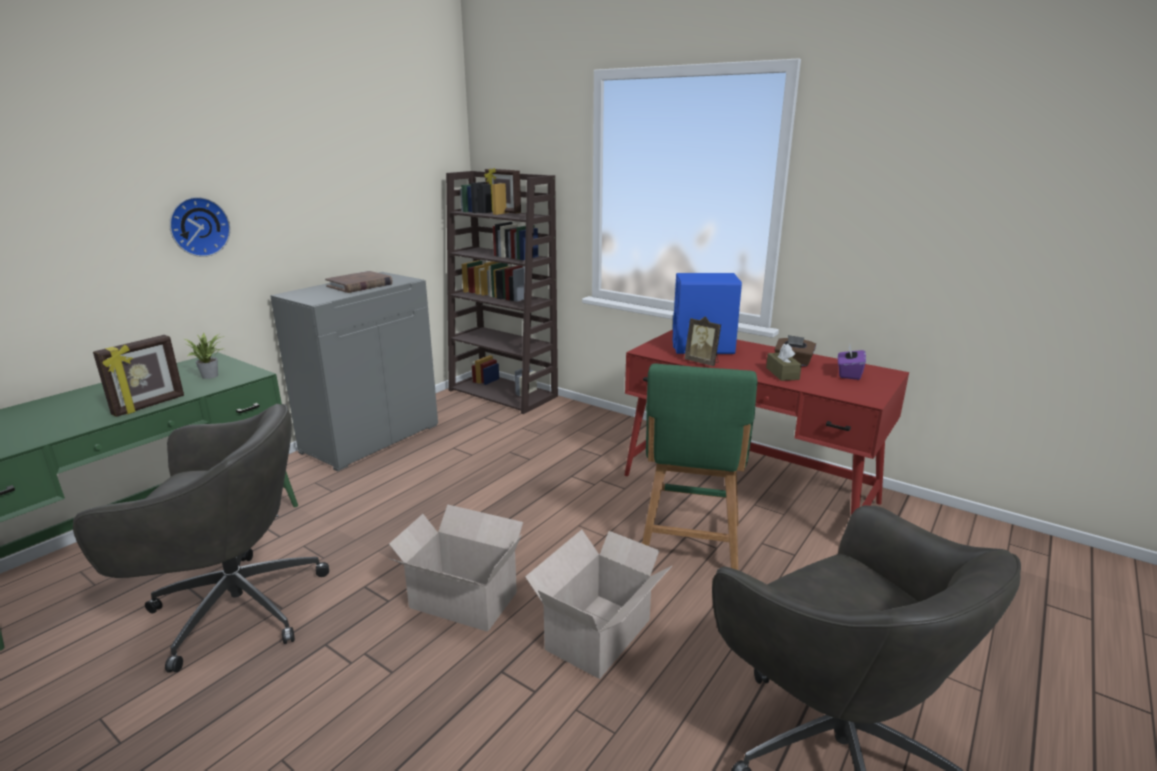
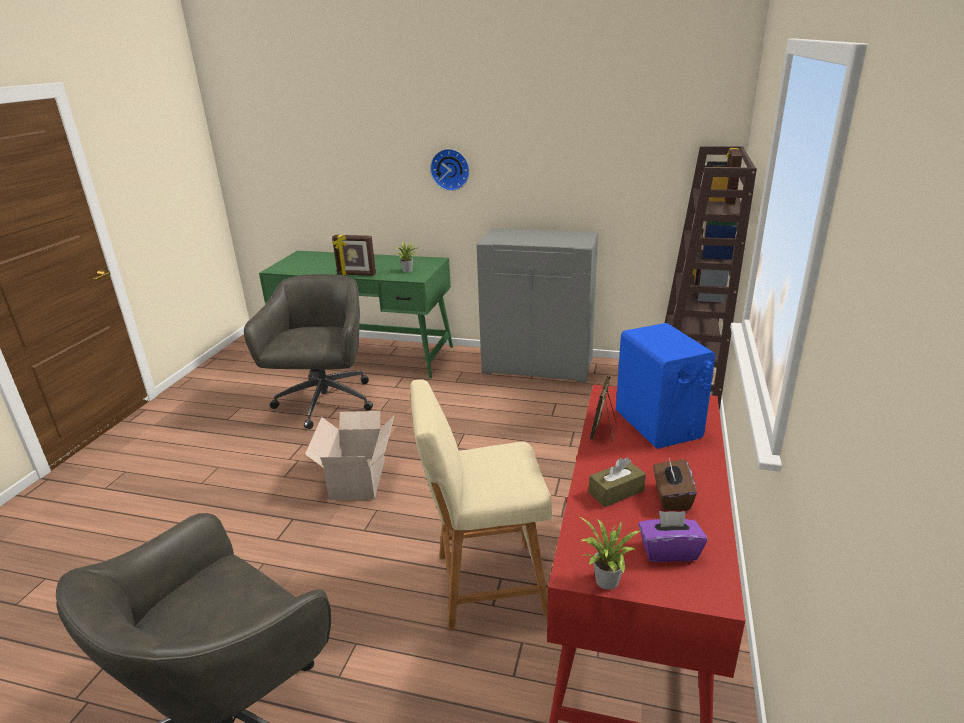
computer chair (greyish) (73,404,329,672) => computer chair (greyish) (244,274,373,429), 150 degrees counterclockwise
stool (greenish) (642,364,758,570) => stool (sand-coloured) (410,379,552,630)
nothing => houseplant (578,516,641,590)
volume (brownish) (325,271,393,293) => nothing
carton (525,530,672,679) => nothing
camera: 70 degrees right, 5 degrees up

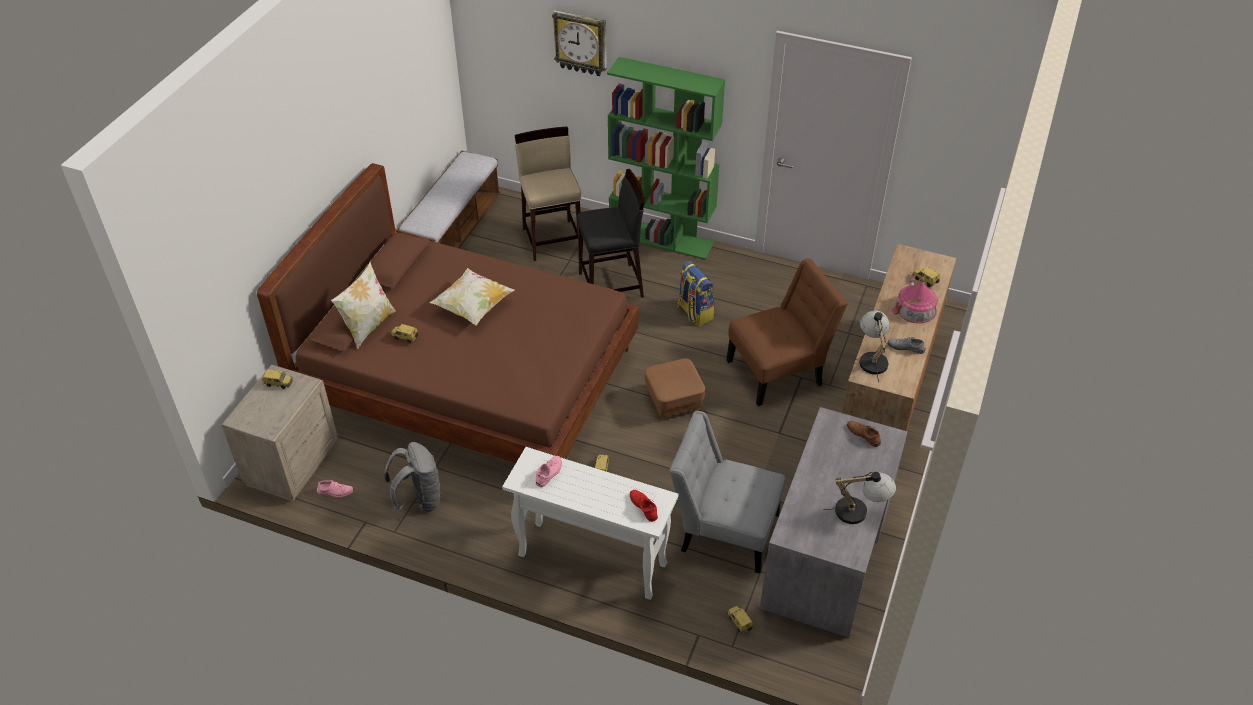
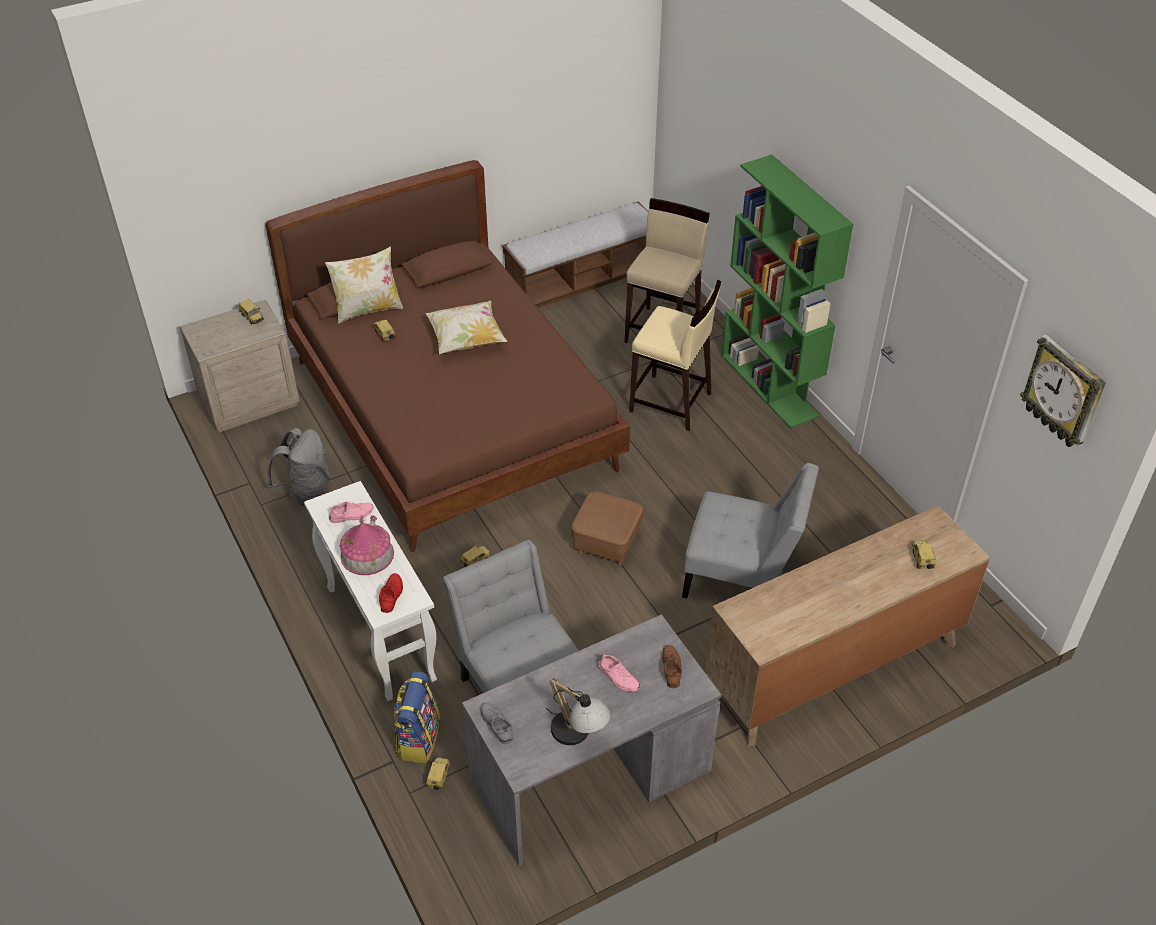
toy house (892,277,938,323) => toy house (340,515,394,575), relocated
backpack (677,261,714,326) => backpack (394,672,440,763), relocated
low shoe (greyish) (887,337,925,354) => low shoe (greyish) (480,703,513,744), relocated
low shoe (pink-coloured) (317,480,354,498) => low shoe (pink-coloured) (598,654,640,692), relocated
stool (black-coloured) (577,169,645,298) => stool (sand-coloured) (629,280,721,431)
upright chair (brownish) (726,259,848,406) => upright chair (greyish) (682,463,819,598)
clock on the wall (552,10,607,76) => clock on the wall (1020,334,1106,447), relocated
tabletop lamp (860,311,890,382) => nothing
camera: 40 degrees right, 0 degrees up

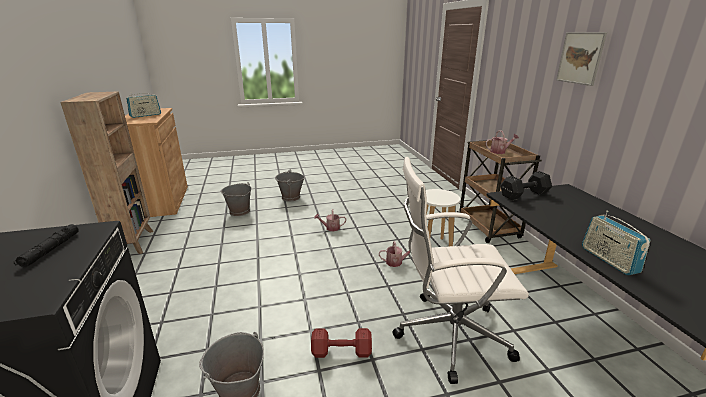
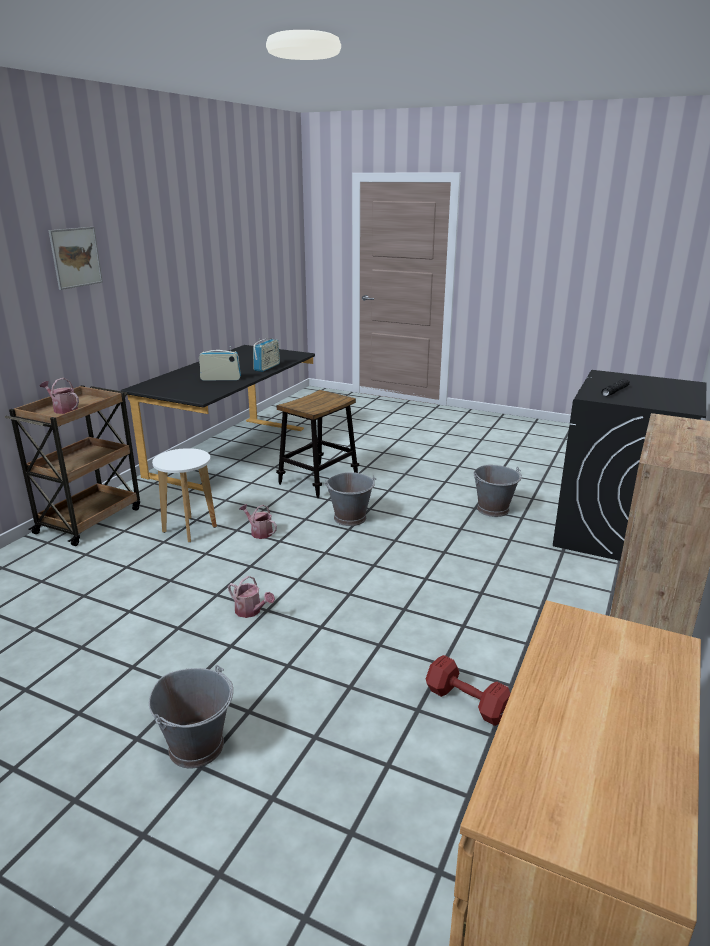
radio set (126,92,161,118) => radio set (199,346,241,381), relocated
computer chair (white-coloured) (392,157,529,384) => stool (276,390,359,498)
water bucket (greyish) (220,182,252,216) => water bucket (greyish) (324,472,376,526), relocated
dumbbell (red-coloured) (311,328,372,358) => dumbbell (red-coloured) (426,655,511,726), relocated
dumbbell (black-coloured) (501,171,552,200) => nothing
camera: 140 degrees left, 0 degrees up

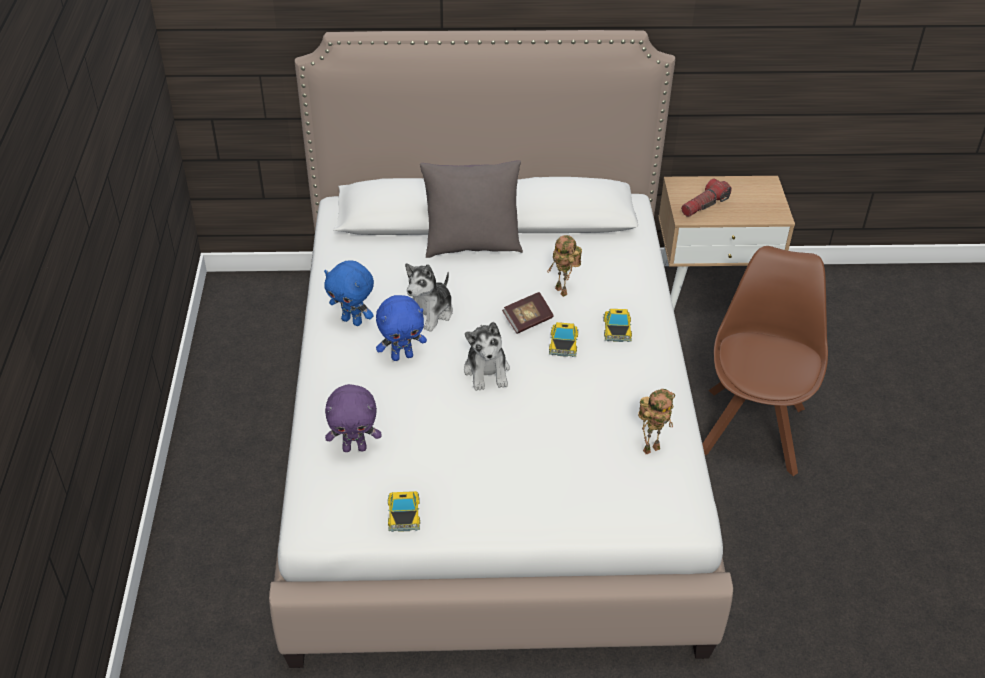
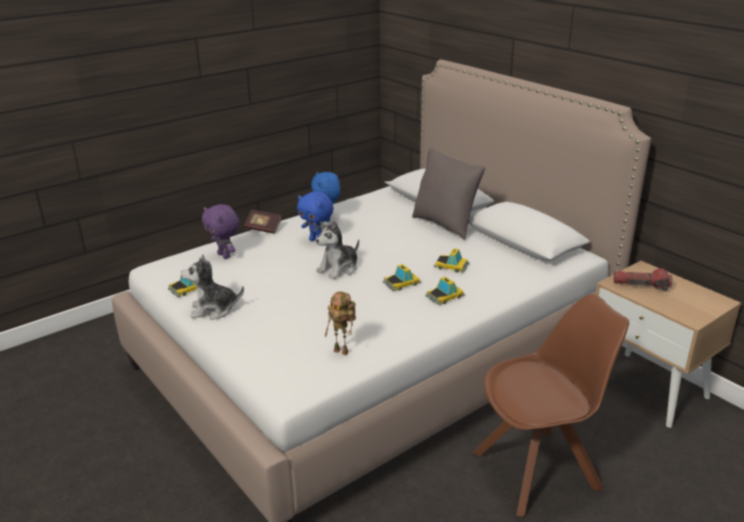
plush toy (405,263,453,332) => plush toy (181,255,244,320), relocated
volume (502,292,554,334) => volume (244,210,281,234), relocated
model robot (548,235,582,297) => model car (434,248,469,272)
camera: 55 degrees right, 15 degrees down

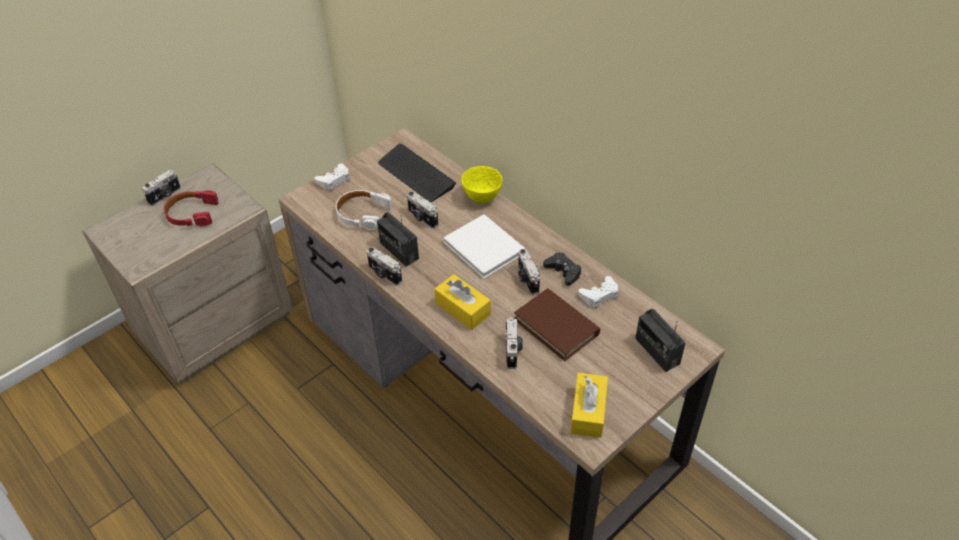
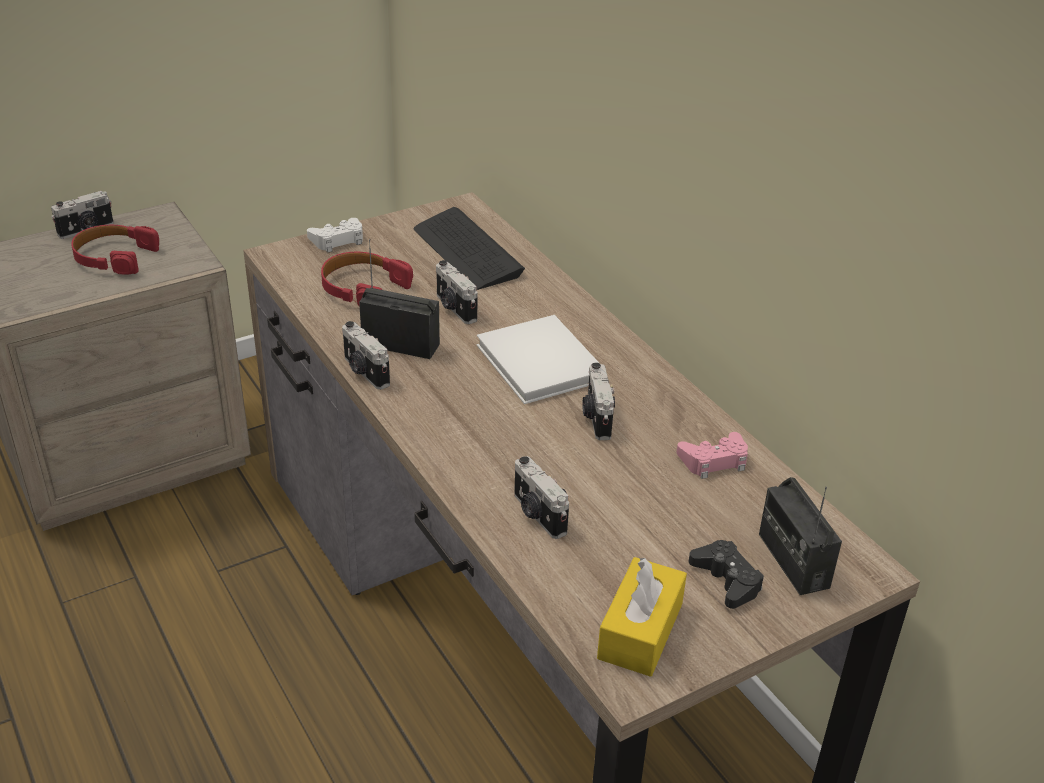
pair of headphones (white-coloured) (336,190,392,231) => pair of headphones (red-coloured) (321,252,413,307)
radio set (377,212,419,266) => radio set (359,239,440,359), 135 degrees clockwise
photo camera (504,317,522,369) => photo camera (514,456,569,539), 135 degrees clockwise
gamepad (white-coloured) (578,276,619,309) => gamepad (pink-coloured) (676,432,748,479)
gamepad (black-coloured) (543,252,581,286) => gamepad (black-coloured) (688,540,764,609), relocated
tissue box (yellow-coloured) (435,274,491,330) => nothing
deep dish (yellow-coloured) (461,166,503,203) => nothing
volume (brownish) (514,288,600,361) => nothing
camera: 10 degrees right, 10 degrees down

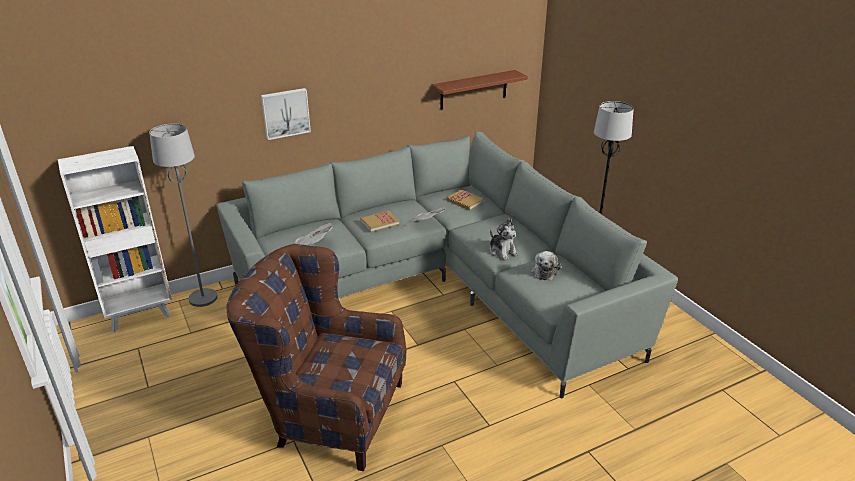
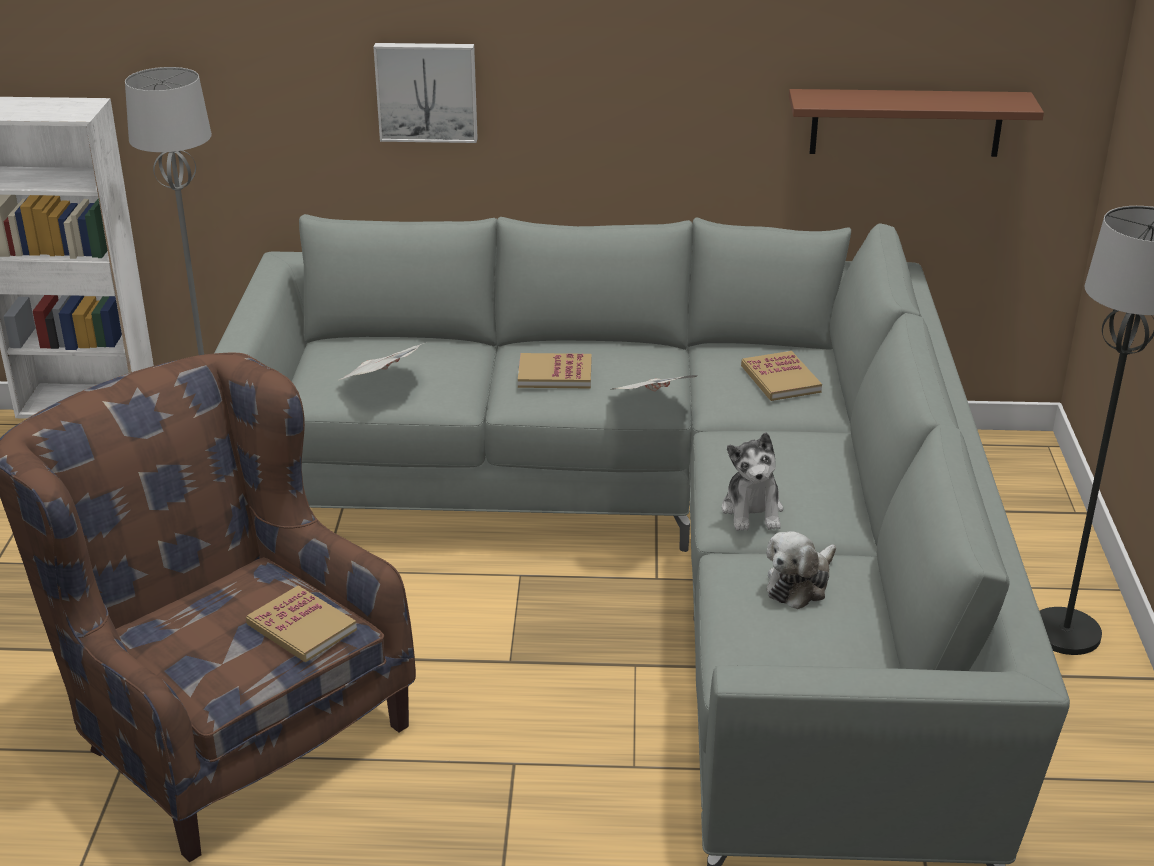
nothing => volume (246,585,357,662)
camera: 30 degrees right, 0 degrees up

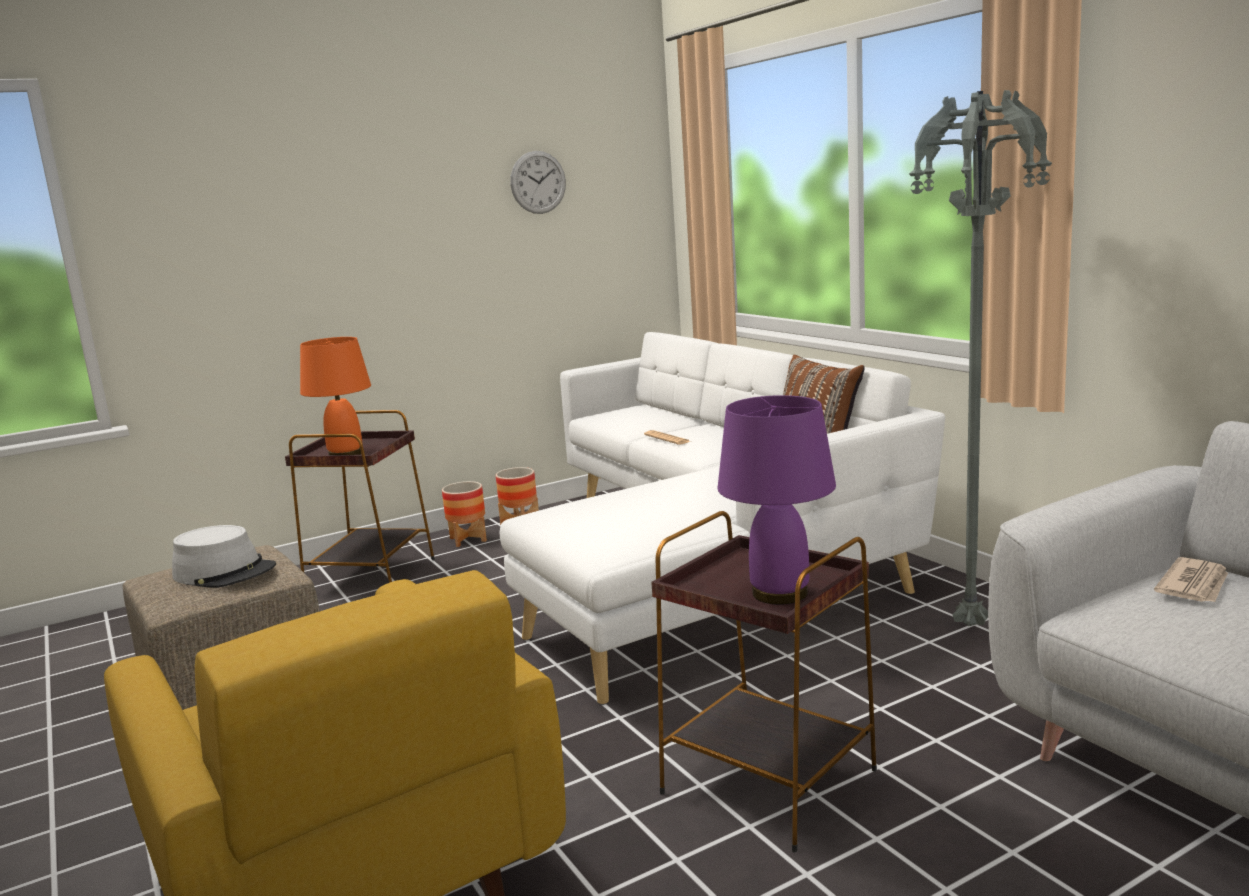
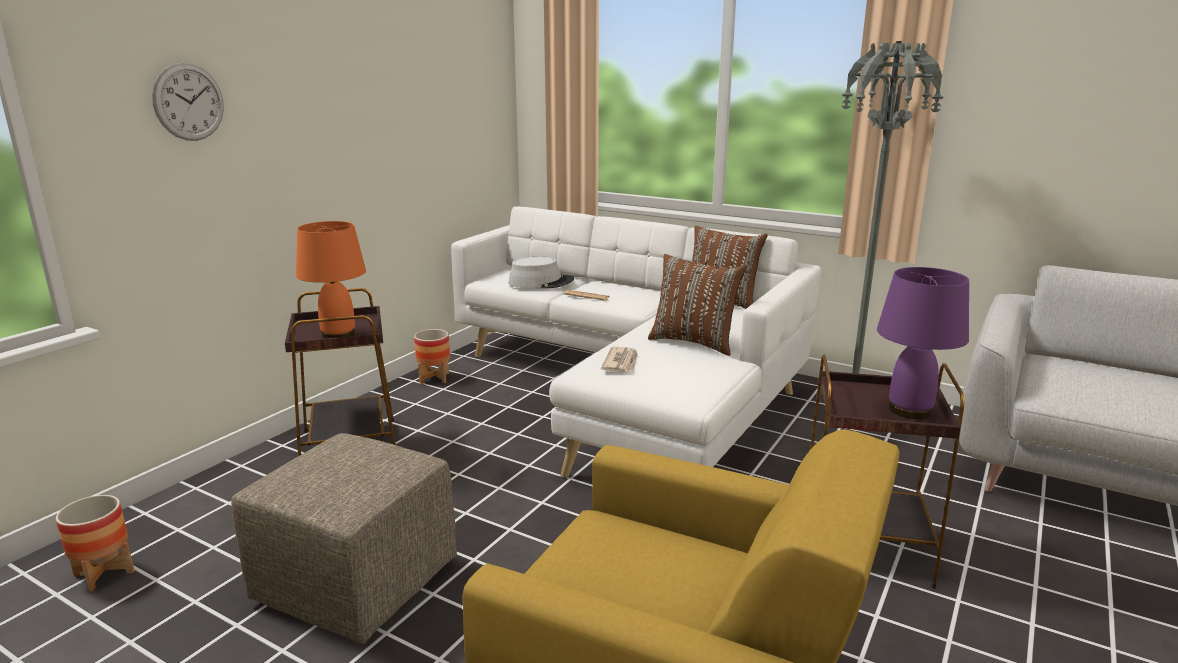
planter (442,481,487,547) => planter (56,495,135,592), relocated
clock on the wall (510,151,566,214) => clock on the wall (152,63,224,141), relocated
hat (greyish) (172,525,276,588) => hat (greyish) (509,257,574,288), relocated
newspaper (1154,557,1228,602) => newspaper (601,347,638,372), relocated
nothing => cushion (brownish) (648,254,747,356)
camera: 30 degrees left, 5 degrees up

